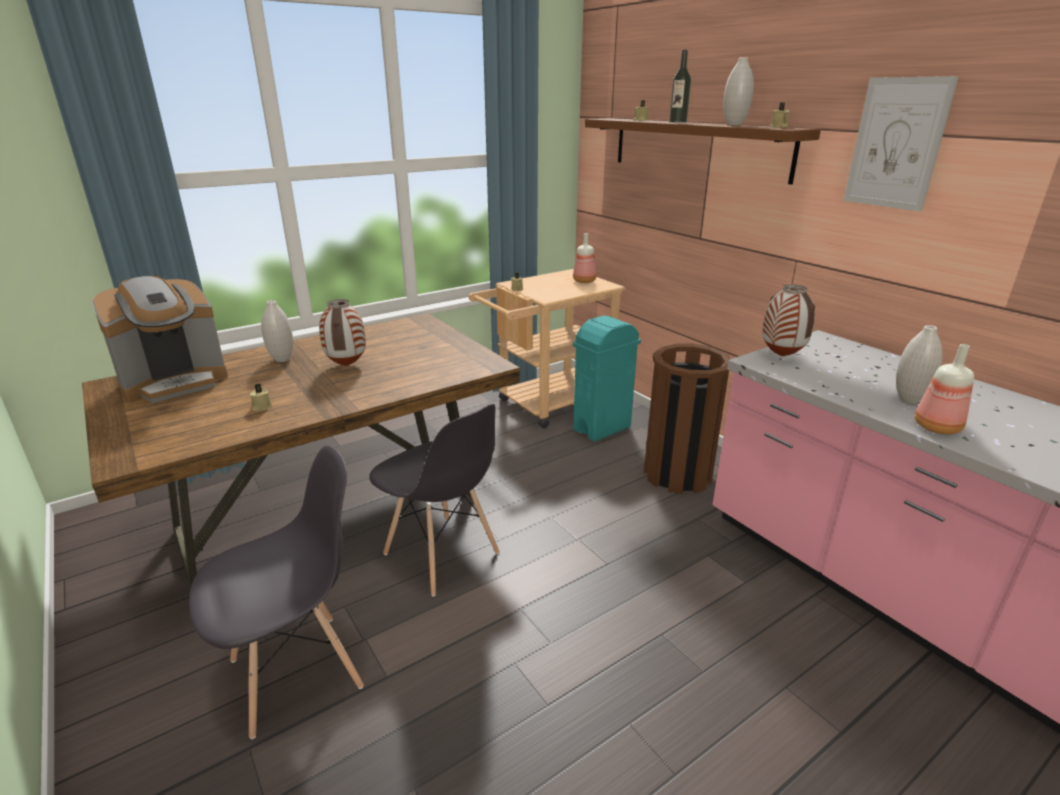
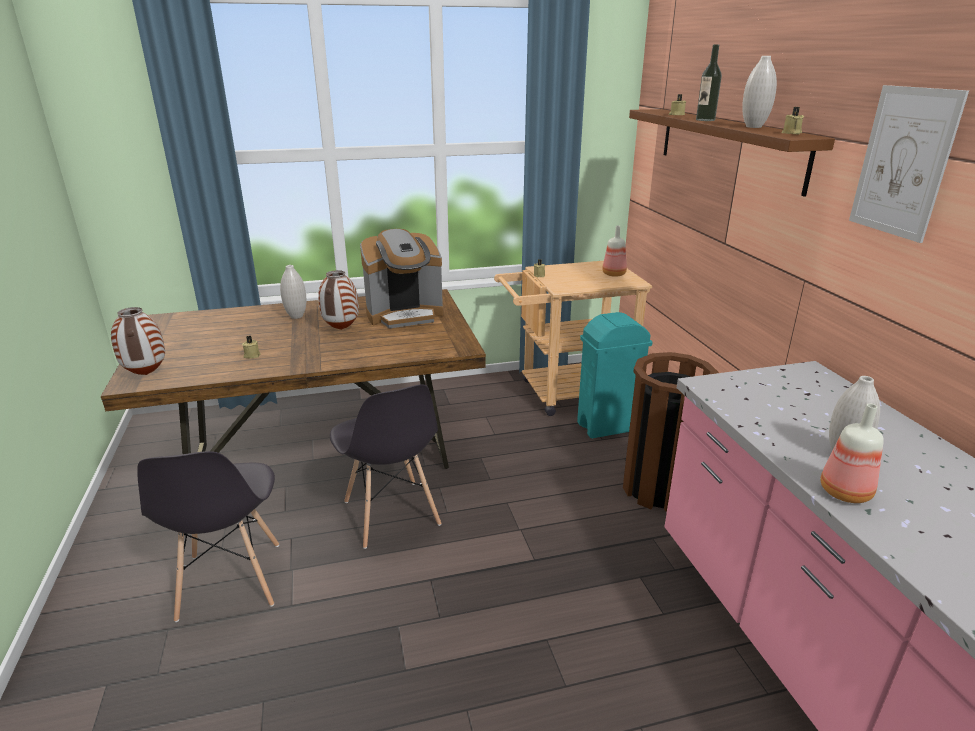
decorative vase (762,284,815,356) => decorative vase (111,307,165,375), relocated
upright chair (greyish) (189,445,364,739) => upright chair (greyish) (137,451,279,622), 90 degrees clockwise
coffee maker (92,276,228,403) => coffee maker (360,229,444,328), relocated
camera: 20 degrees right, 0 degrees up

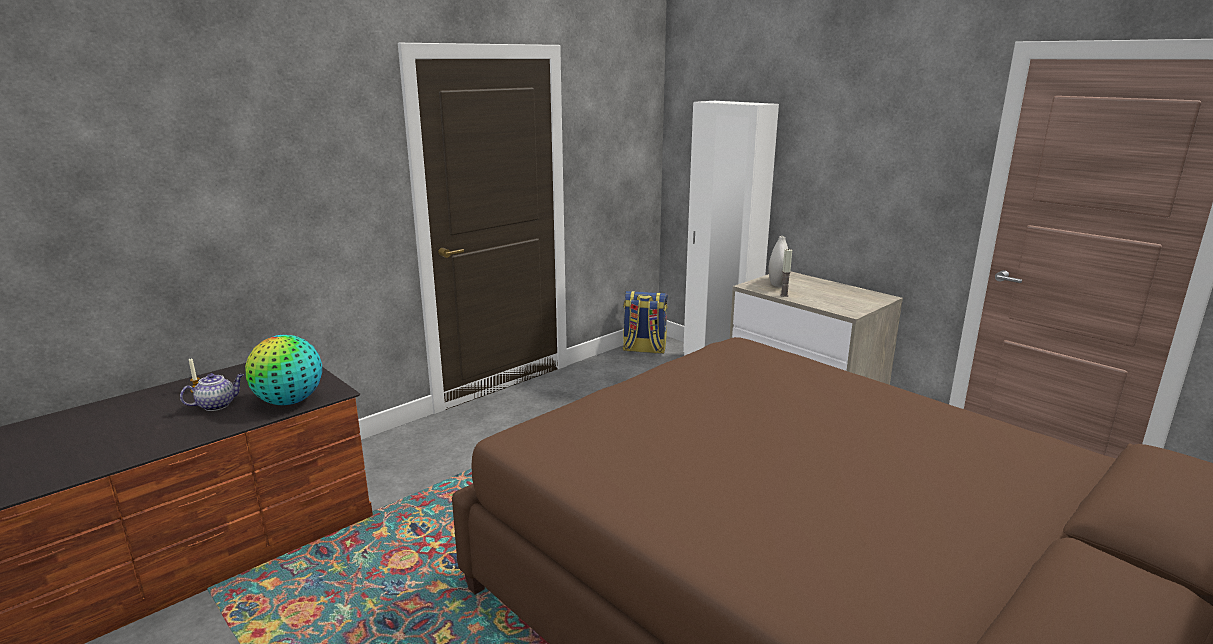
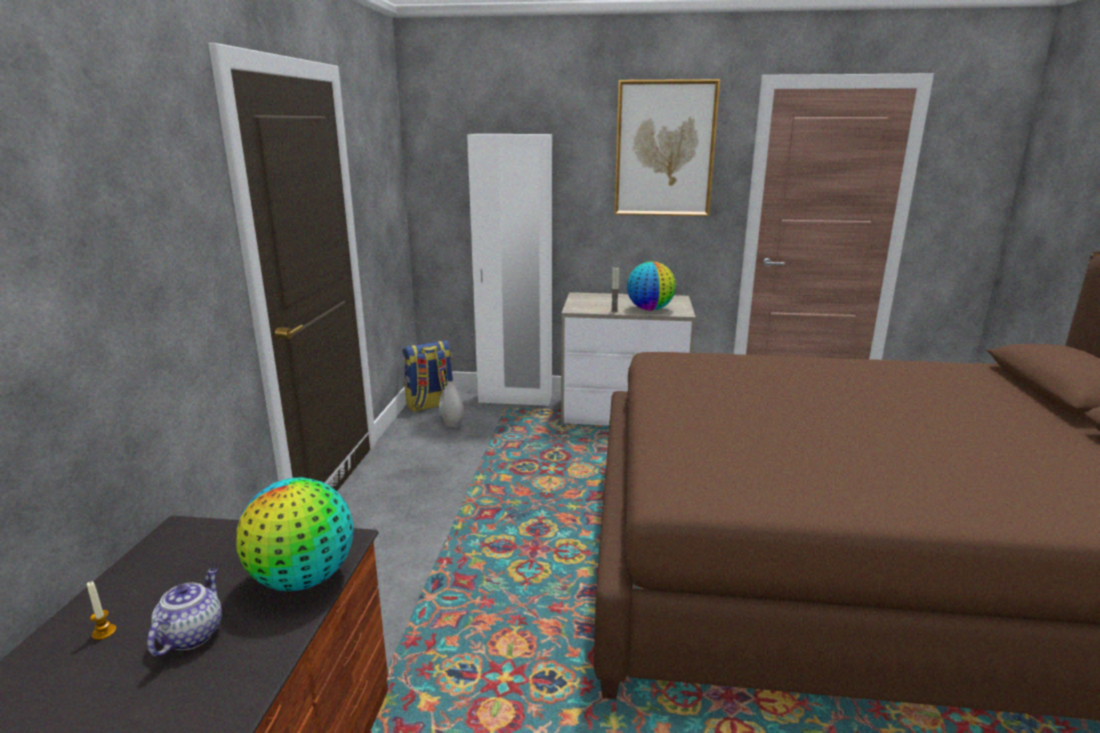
decorative vase (white-coloured) (769,236,790,287) => decorative vase (white-coloured) (439,381,464,427), relocated
nothing => wall picture (614,79,720,216)
nothing => world globe (627,262,676,311)
camera: 40 degrees left, 0 degrees up

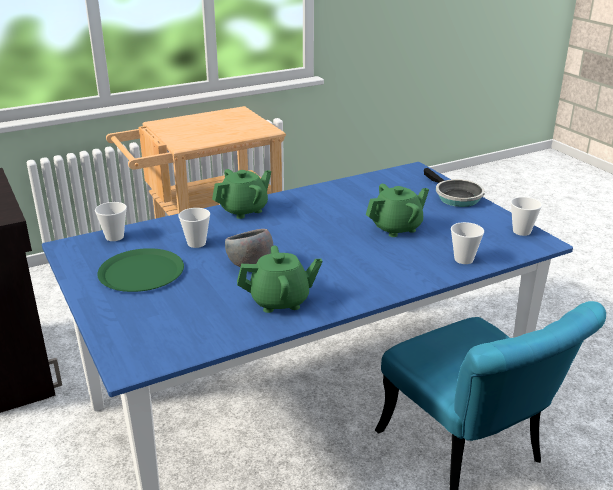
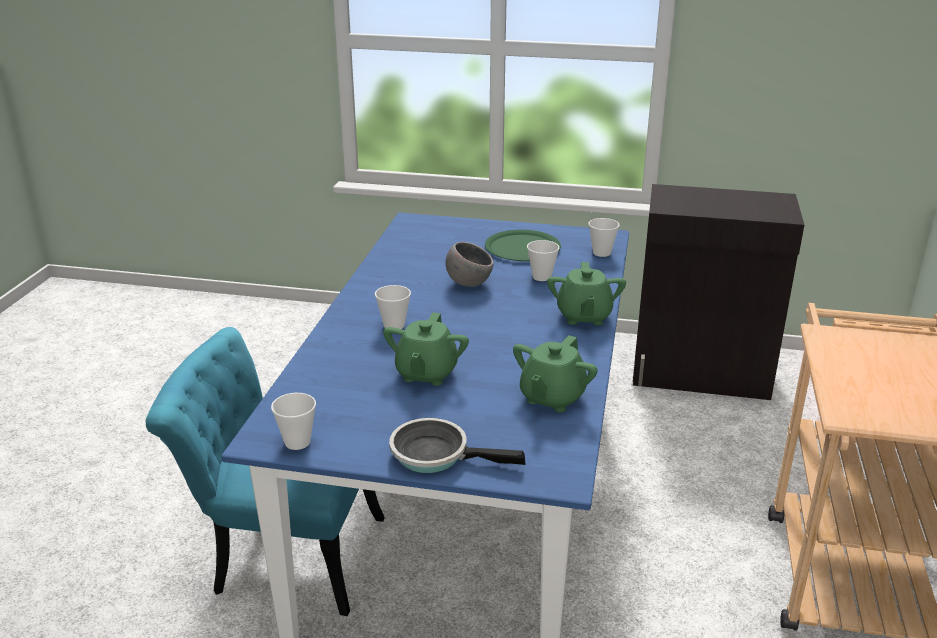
small cup (451,222,484,264) => small cup (375,285,411,329), relocated
pot for tea (greenish) (237,246,322,313) => pot for tea (greenish) (513,335,598,412), relocated
camera: 130 degrees right, 0 degrees up

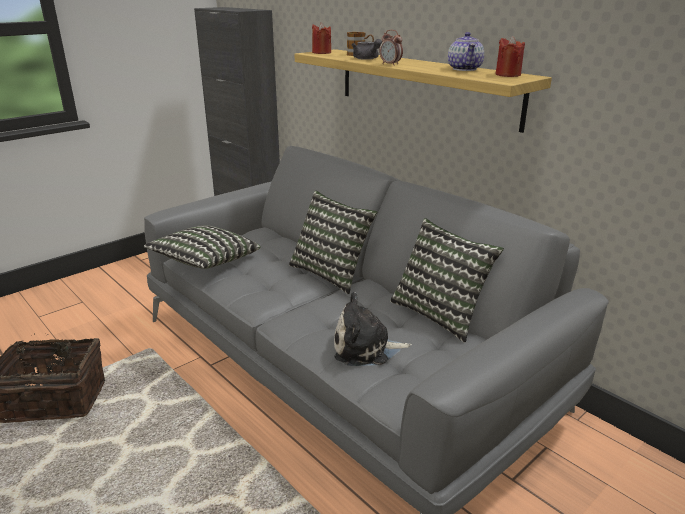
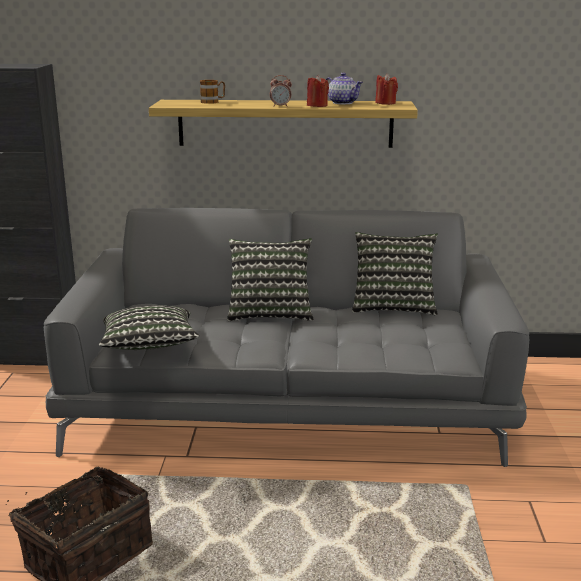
wax candle (red-coloured) (312,22,331,54) => wax candle (red-coloured) (307,75,329,107), relocated
plush toy (334,292,412,366) => nothing
pot for tea (greyish) (352,39,382,60) => nothing
camera: 45 degrees left, 5 degrees down

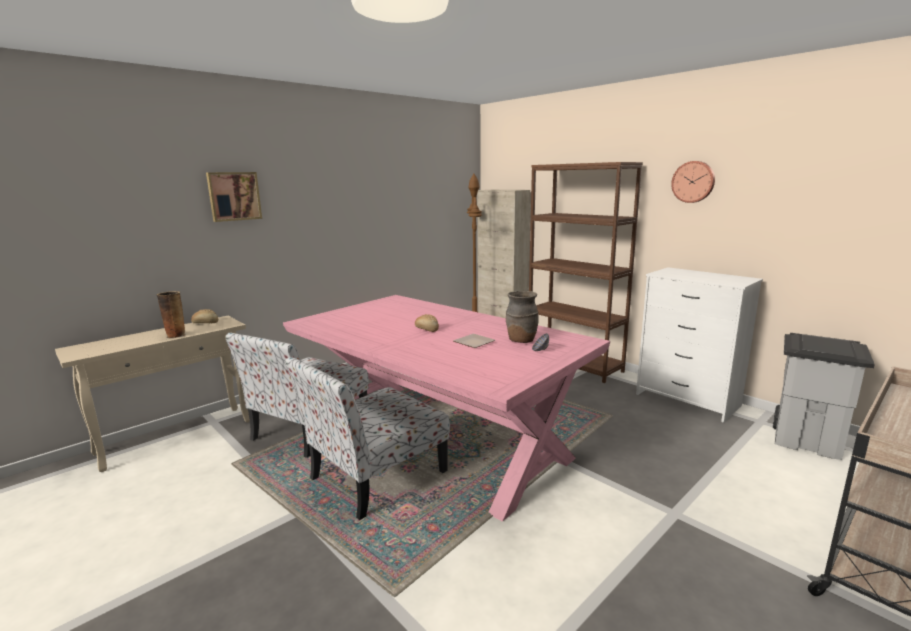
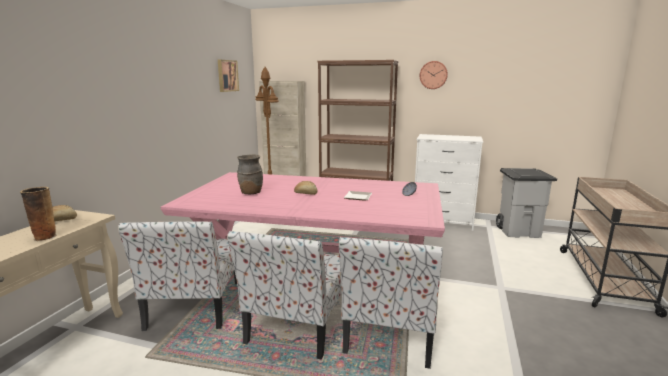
wall picture (206,172,262,222) => wall picture (218,60,239,92), relocated
decorative vase (brownish) (506,291,539,343) => decorative vase (brownish) (237,154,263,194), relocated
nothing => upright chair (339,237,443,369)
camera: 30 degrees left, 0 degrees up

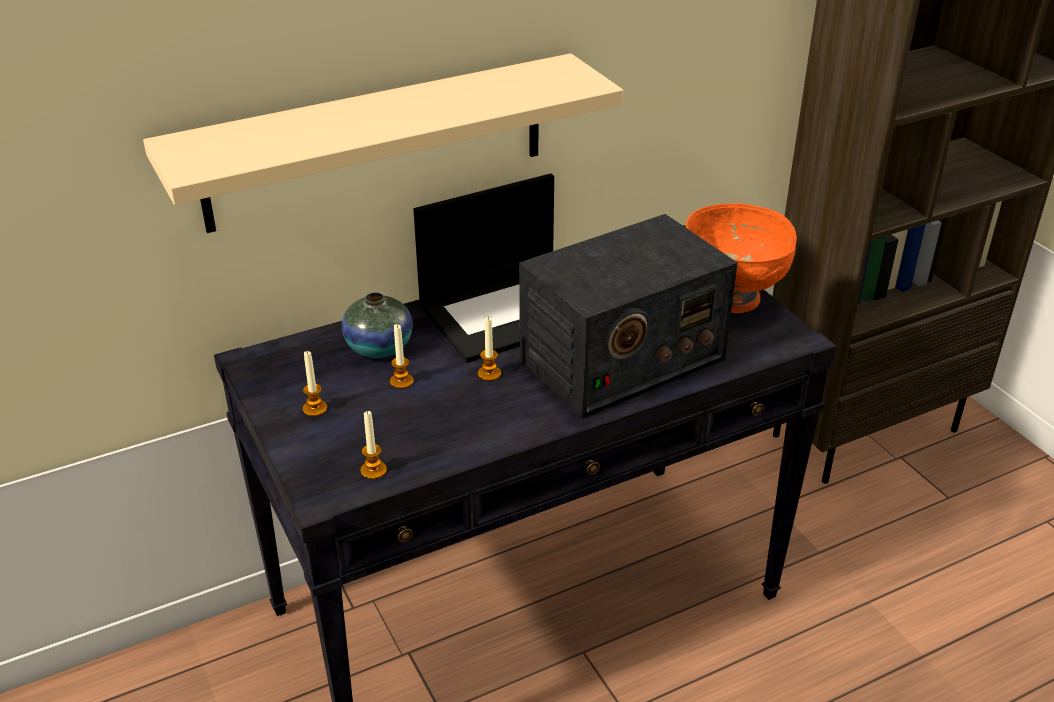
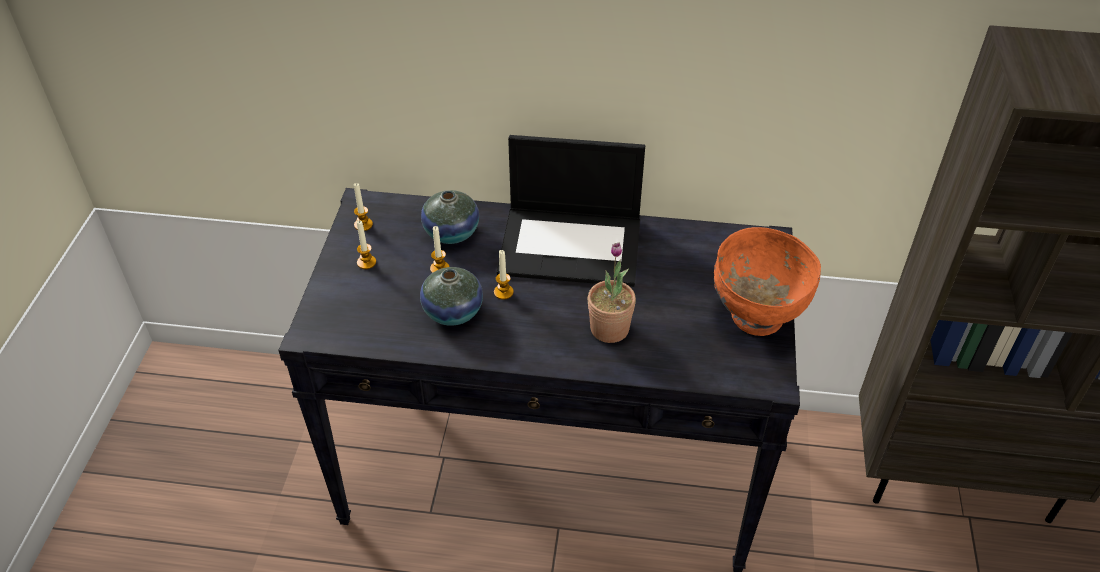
wax candle (360,410,387,479) => wax candle (354,183,373,231), relocated
nothing => decorative vase (420,267,483,326)
radio set (519,214,737,419) => houseplant (588,243,636,343)
shelf (sand-coloured) (143,53,623,233) => nothing
camera: 35 degrees right, 10 degrees up

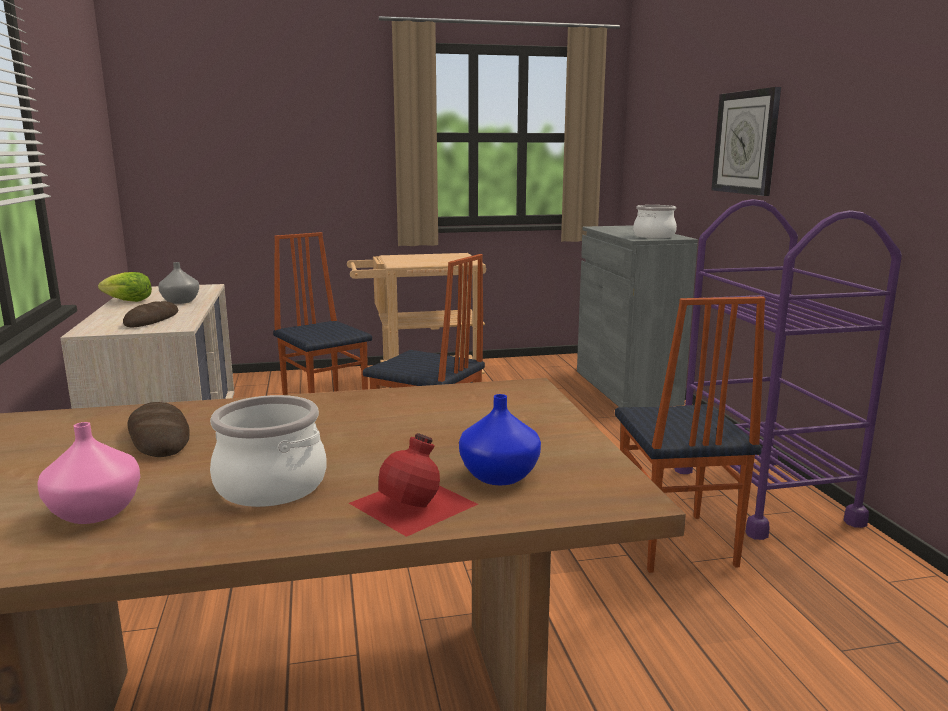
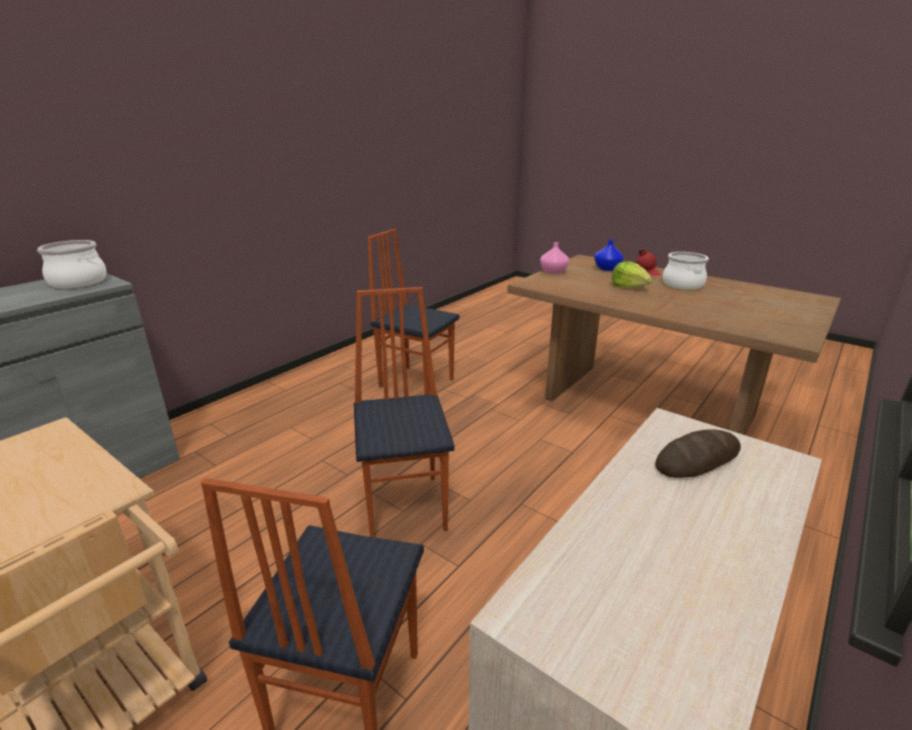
upright chair (615,297,765,573) => upright chair (368,229,459,395), 105 degrees counterclockwise
decorative vase (pink-coloured) (37,422,140,524) => decorative vase (pink-coloured) (540,242,569,274), relocated
lettuce (98,272,152,302) => lettuce (612,261,652,288), relocated
bakery bread (127,402,190,457) => nothing
decorative vase (greyish) (158,262,199,304) => nothing
wheeled cart (purple) (674,199,902,540) => nothing
clock on the wall (711,87,781,196) => nothing
camera: 130 degrees left, 10 degrees up

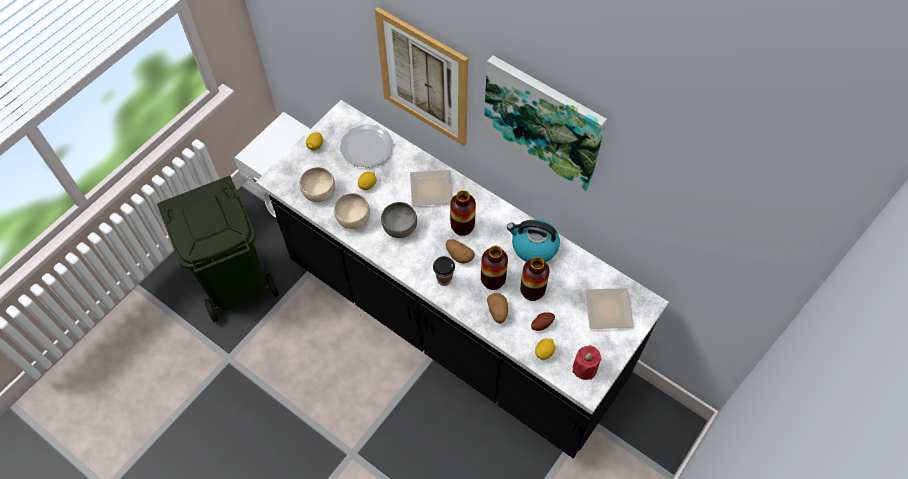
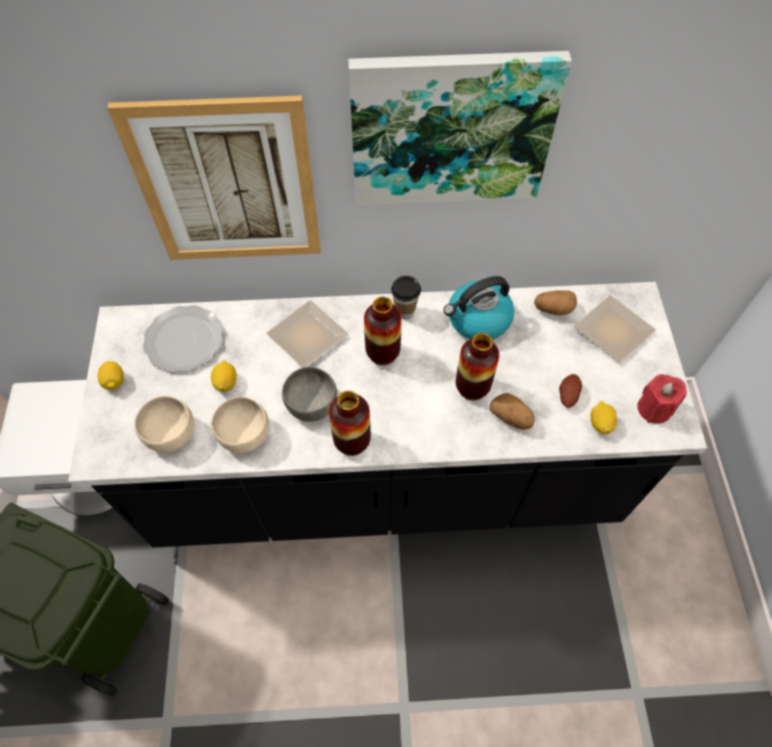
decorative vase (520,257,549,301) => decorative vase (329,391,371,456), relocated
small cup (433,256,455,286) => small cup (391,276,421,319), relocated
potato (446,239,475,263) => potato (534,290,577,315), relocated
camera: 40 degrees left, 0 degrees up

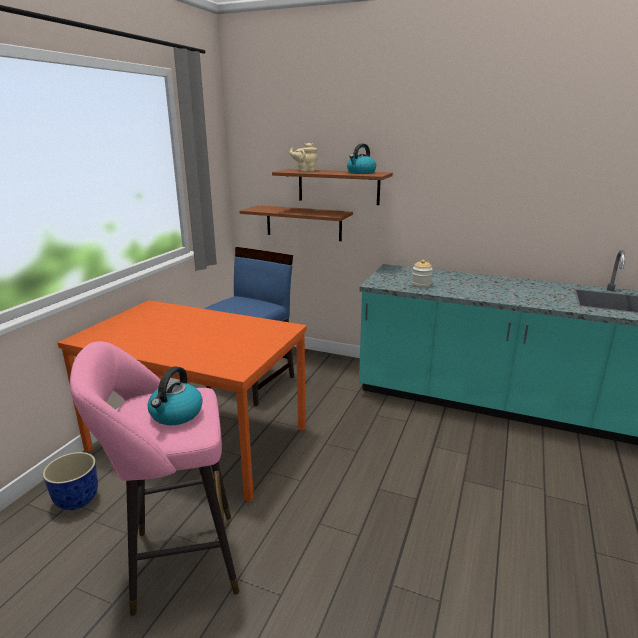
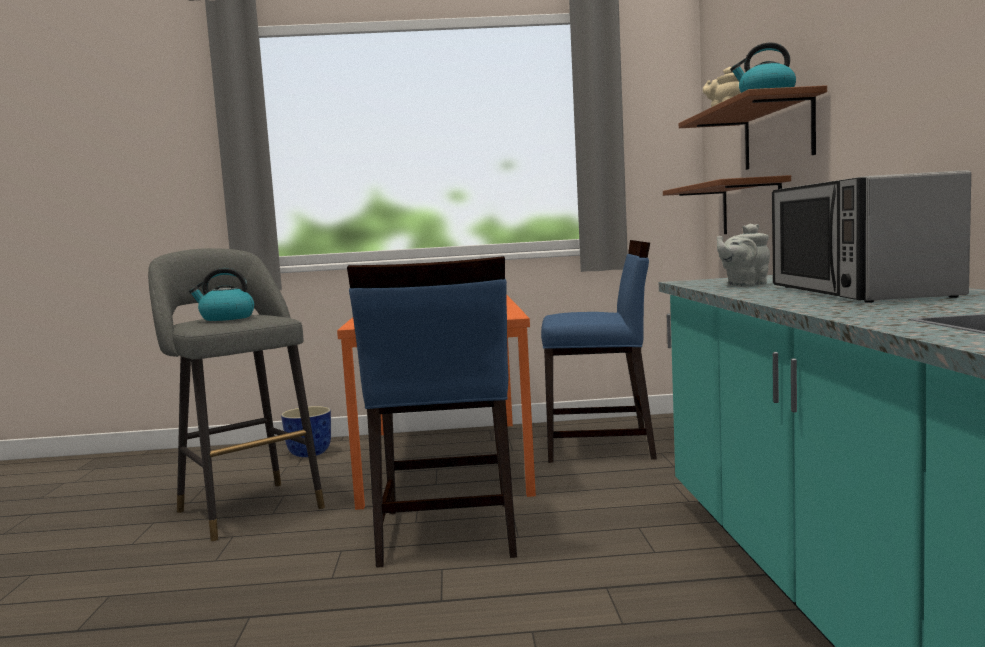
stool (pink-coloured) (70,341,239,616) => stool (greyish) (148,248,325,541)
nothing => upright chair (blue-coloured) (347,256,517,568)
preserve jar (412,260,433,288) => pot for tea (greyish) (717,223,770,287)
nothing => kitchen microwave (772,170,971,303)
camera: 65 degrees right, 15 degrees down

